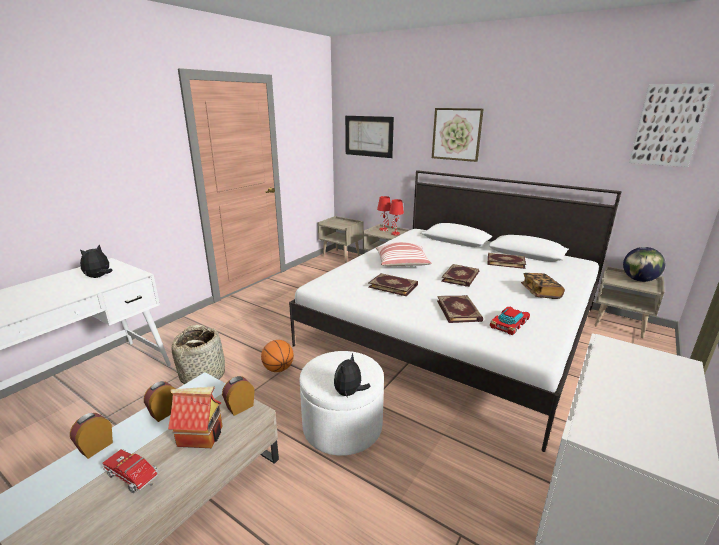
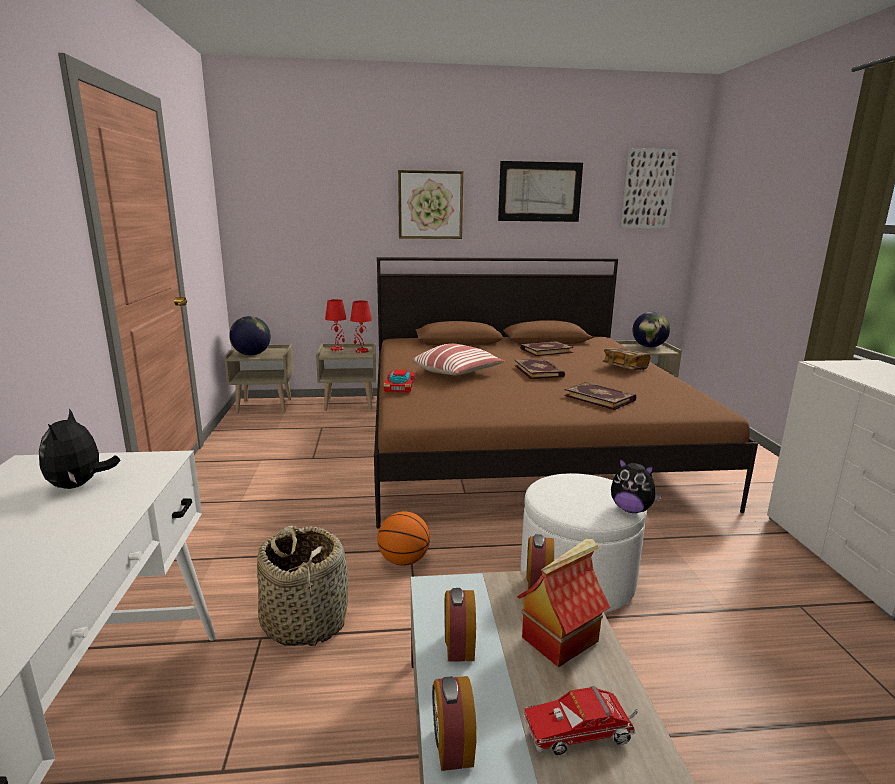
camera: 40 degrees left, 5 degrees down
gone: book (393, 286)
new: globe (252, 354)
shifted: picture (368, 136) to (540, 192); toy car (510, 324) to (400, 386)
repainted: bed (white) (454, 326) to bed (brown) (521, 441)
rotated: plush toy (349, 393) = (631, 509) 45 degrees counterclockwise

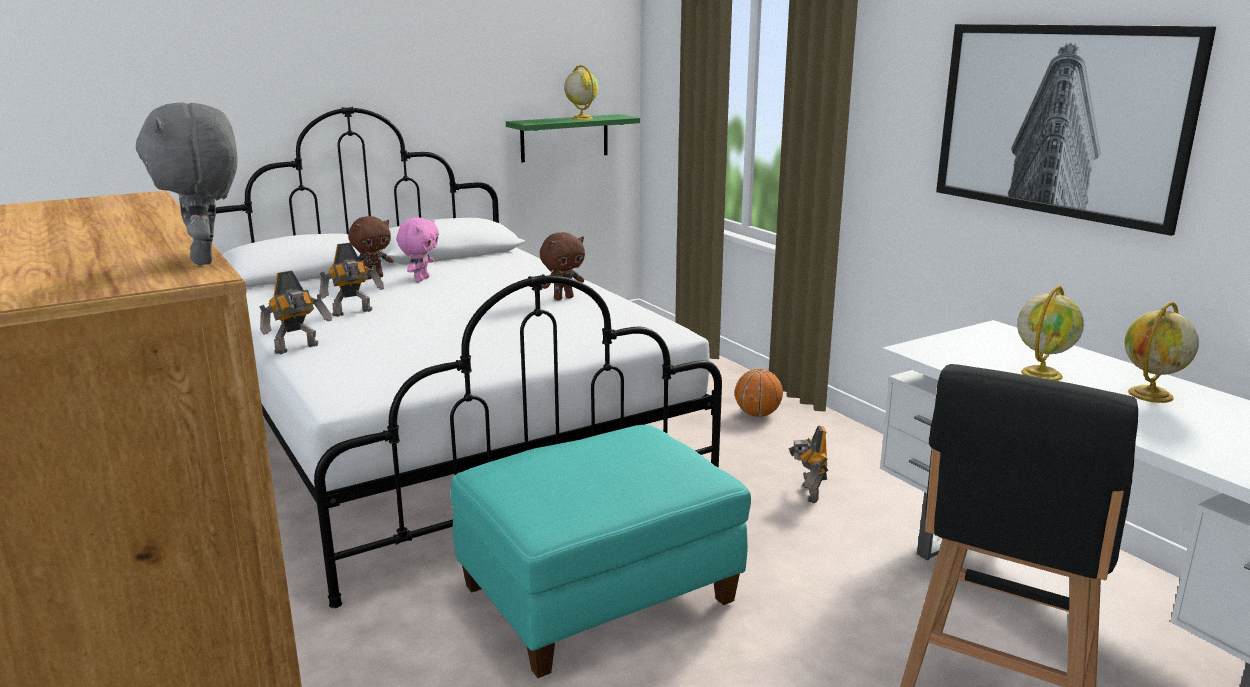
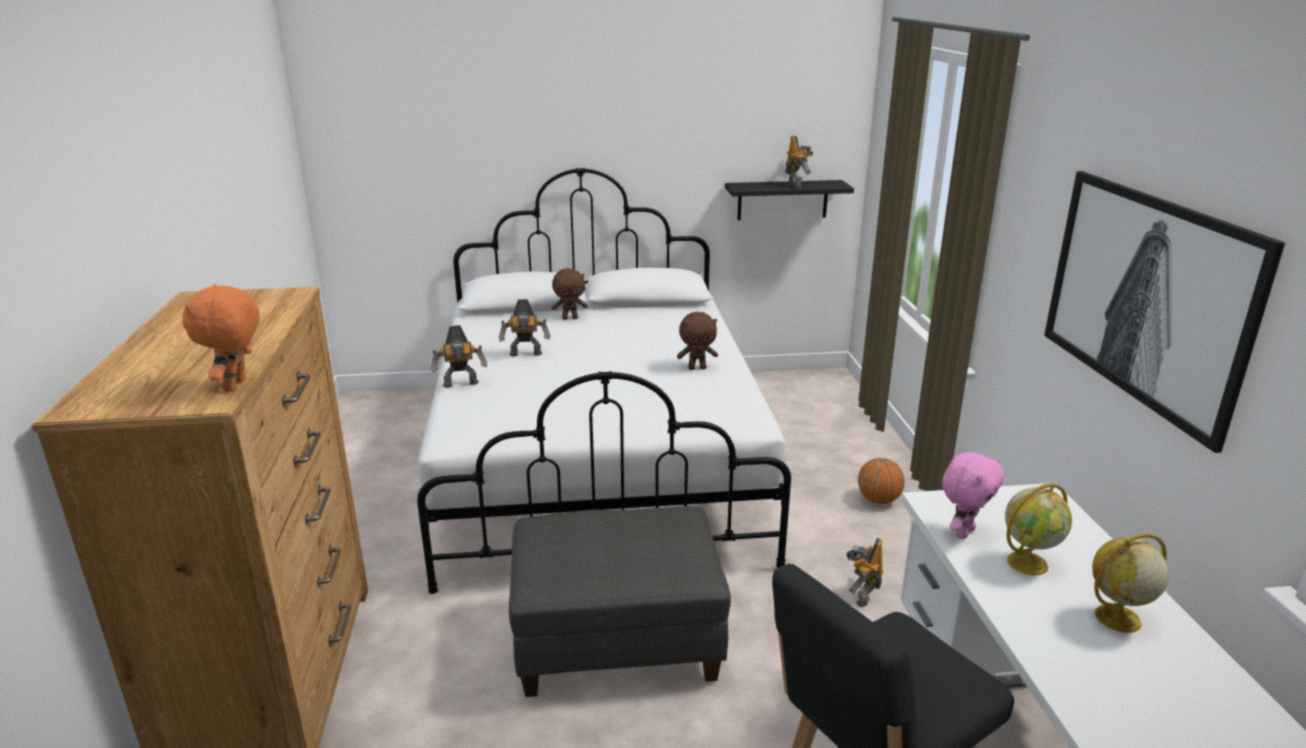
camera: 25 degrees right, 5 degrees up
shifted: plush toy (pink) (421, 279) to (963, 532)
swapped: globe (581, 118) to toy robot (796, 185)
repainted: plush toy (grey) (207, 260) to plush toy (orange) (236, 386); ottoman (turquoise) (600, 595) to ottoman (grey) (619, 641); shelf (green) (564, 138) to shelf (black) (782, 200)

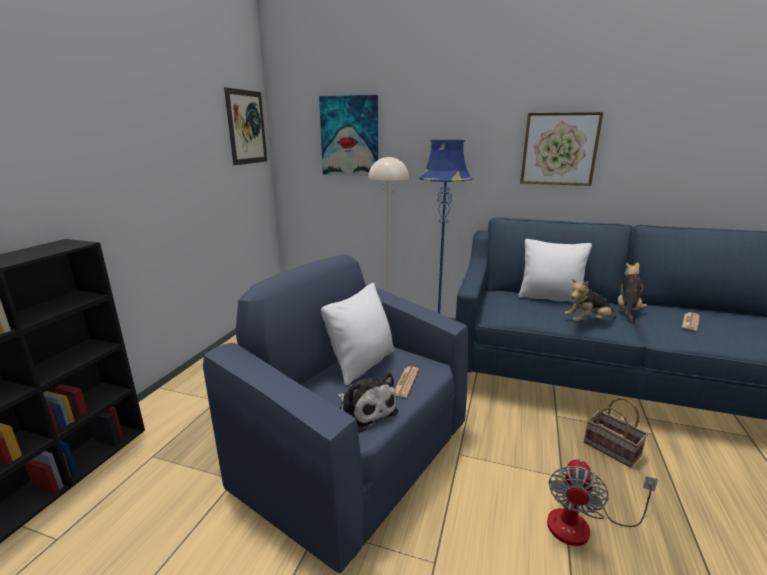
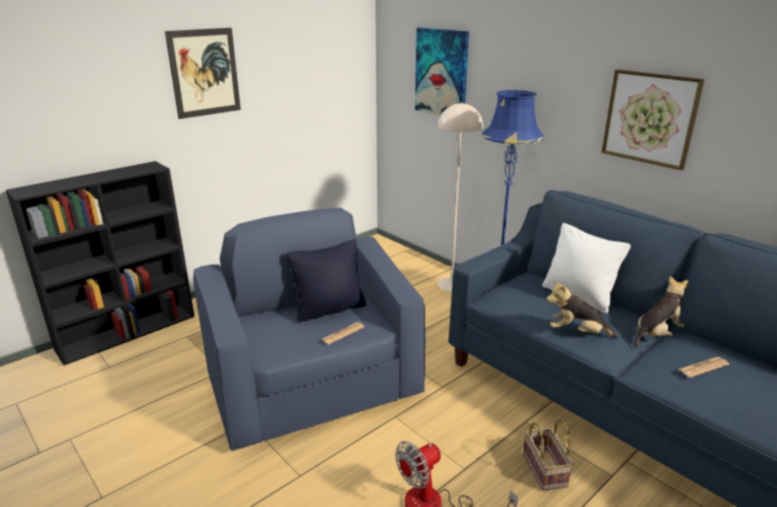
camera: 30 degrees right, 5 degrees up
gone: plush toy (364, 411)
shifted: picture (246, 127) to (204, 73)
repainted: pillow (white) (362, 364) to pillow (black) (329, 309)

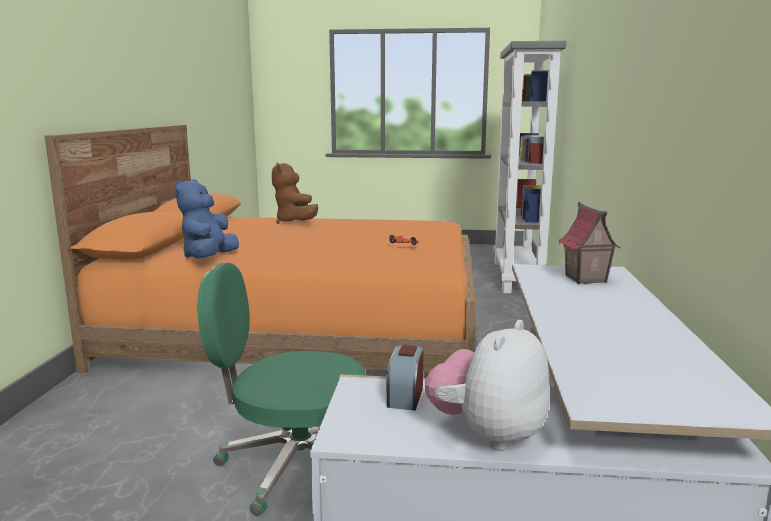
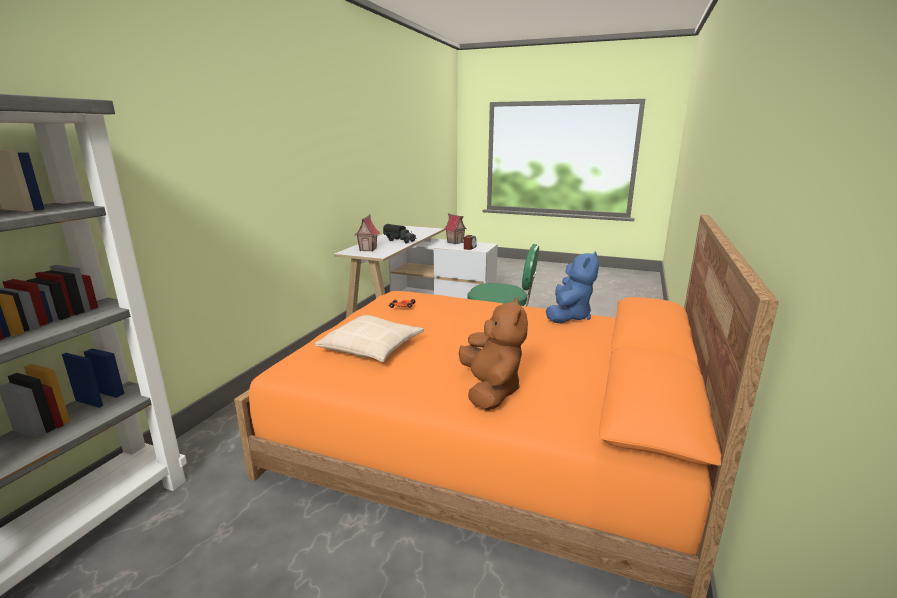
camera: 165 degrees left, 5 degrees up
new: pillow (beige) (372, 348); toy truck (400, 241)
swapped: plush toy (488, 434) to toy house (455, 242)

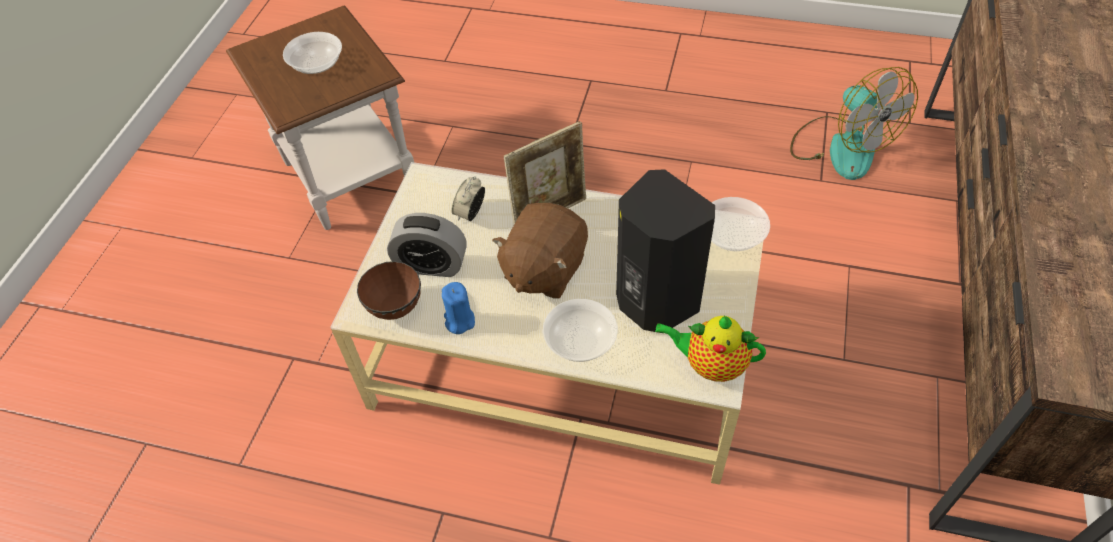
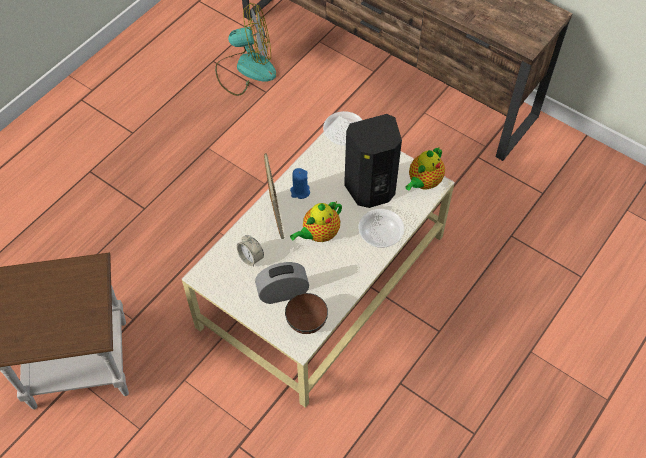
camera: 70 degrees left, 5 degrees up
gone: bowl (317, 64)
shifted: candle (blue) (459, 321) to (300, 191)
swapped: plush toy (brown) (544, 269) to teapot (319, 234)
rotated: alarm clock (431, 265) = (283, 293) 135 degrees counterclockwise

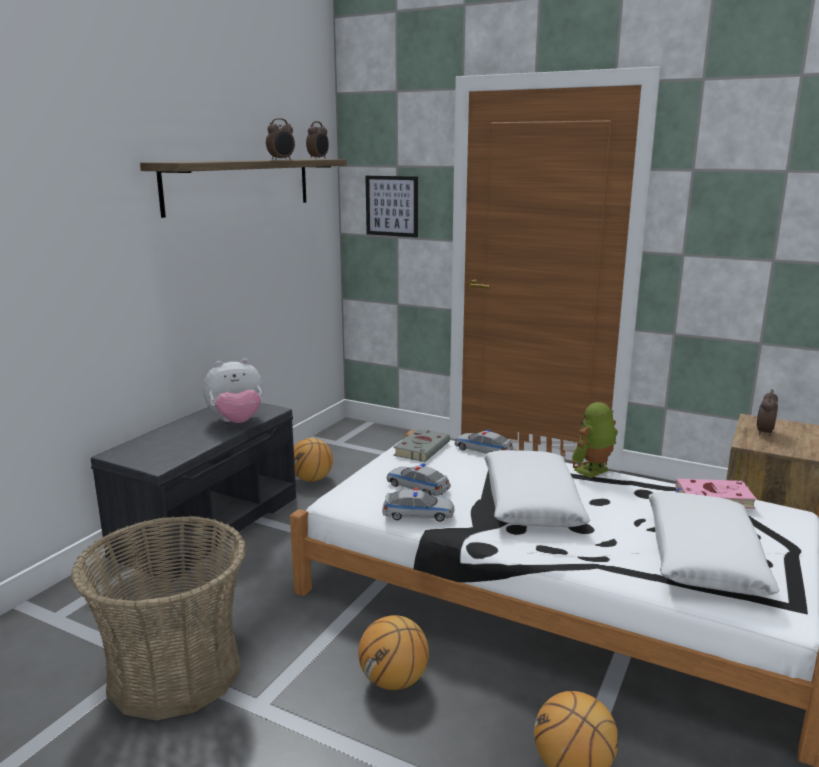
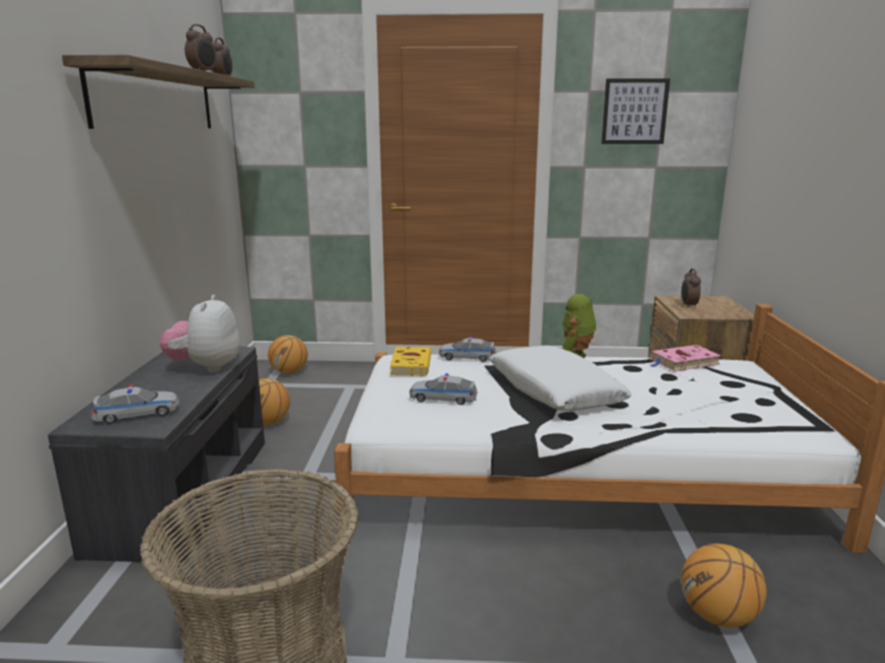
camera: 25 degrees left, 0 degrees up
gone: pillow (white) (703, 556)
shifted: basketball (394, 681) to (289, 372); picture (392, 206) to (634, 111); toy car (418, 514) to (137, 414)
repainted: book (grey) (422, 448) to book (yellow) (411, 364)
rotated: plush toy (237, 422) = (206, 367) 135 degrees clockwise

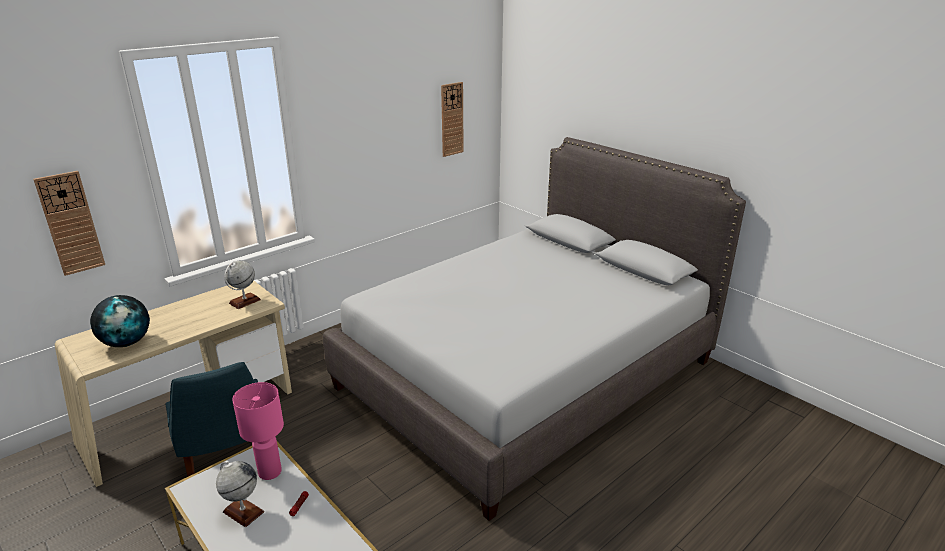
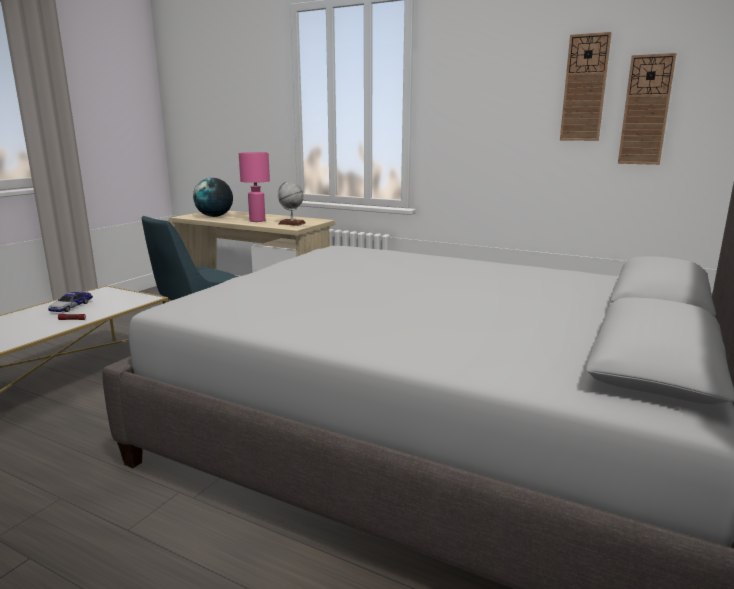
camera: 70 degrees right, 10 degrees down
shifted: wall clock (70, 223) to (584, 88); table lamp (pink) (269, 472) to (257, 221)
swapped: globe (243, 512) to toy car (71, 306)

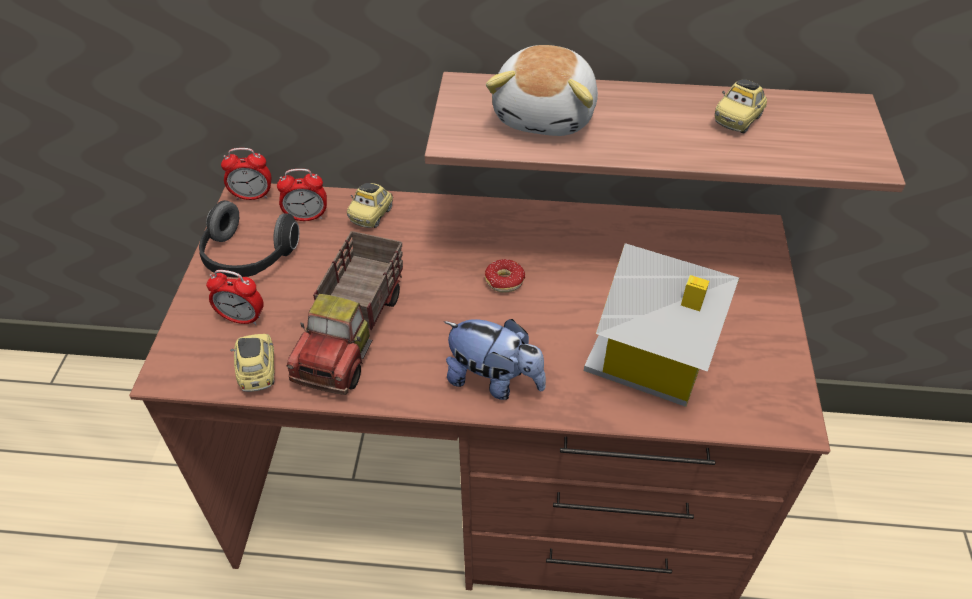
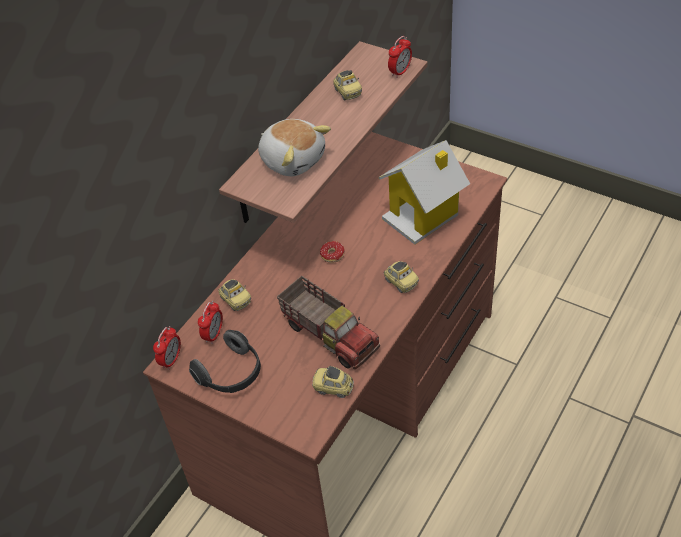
camera: 60 degrees left, 0 degrees up
shifted: alarm clock (242, 318) to (400, 72)
swapped: plush toy (494, 380) to toy car (401, 282)

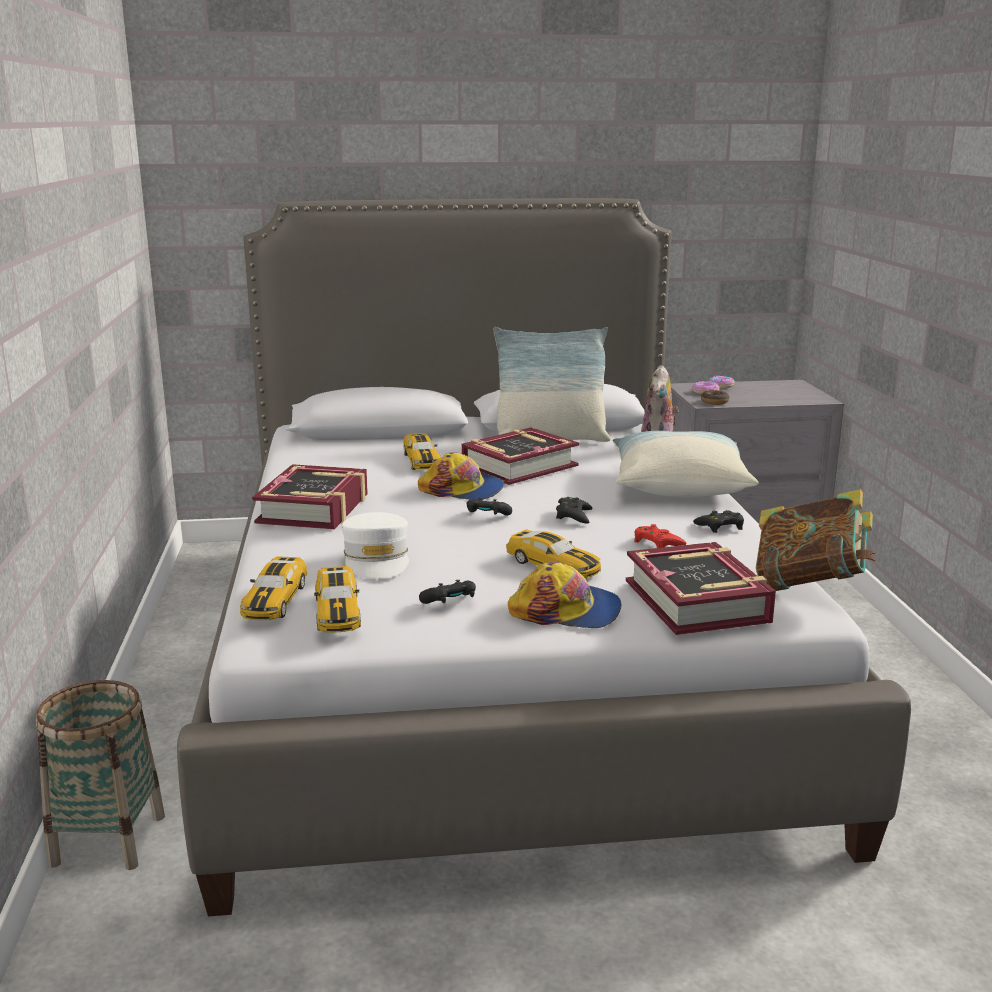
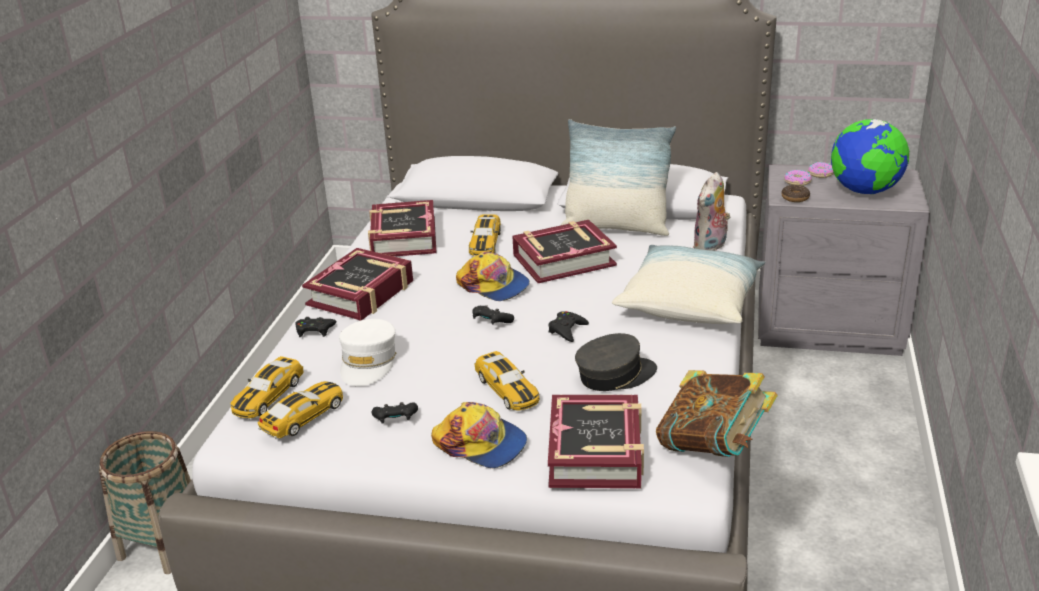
camera: 20 degrees right, 10 degrees up
new: book (403, 238); globe (865, 191)
shifted: game controller (black) (720, 526) to (314, 330)
swapped: game controller (red) (657, 543) to cap (grey) (615, 375)
rotated: toy car (337, 611) = (304, 416) 150 degrees counterclockwise

